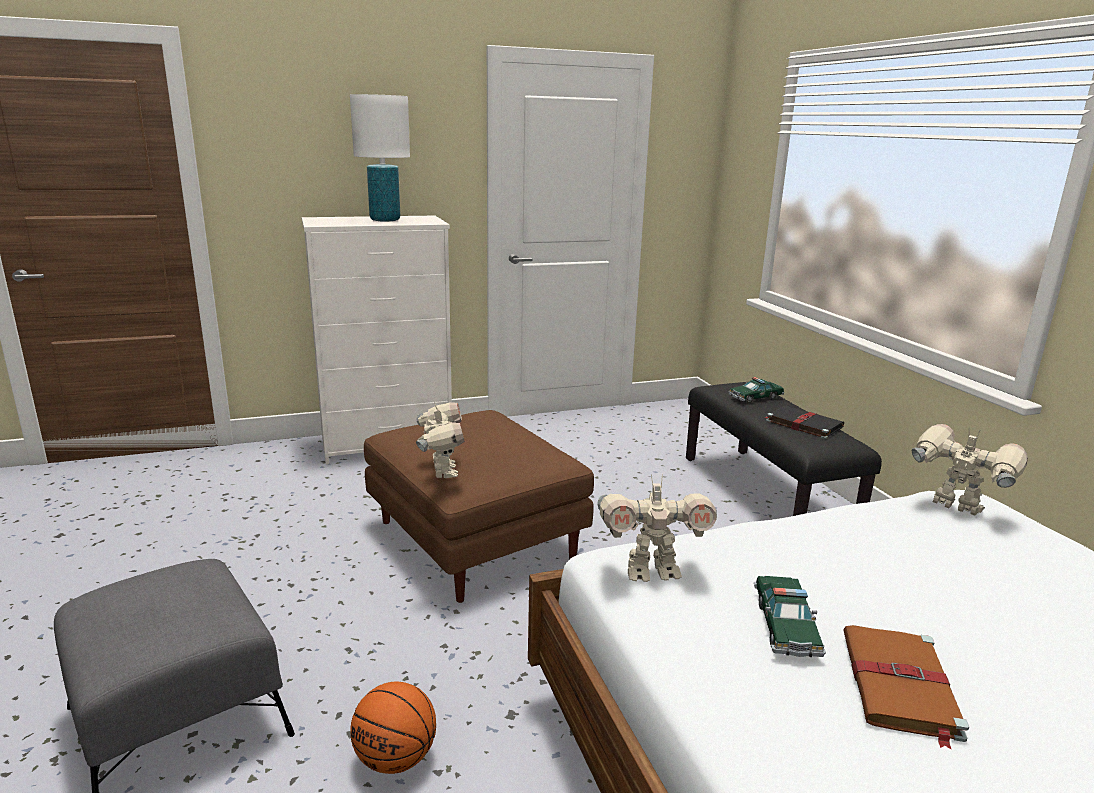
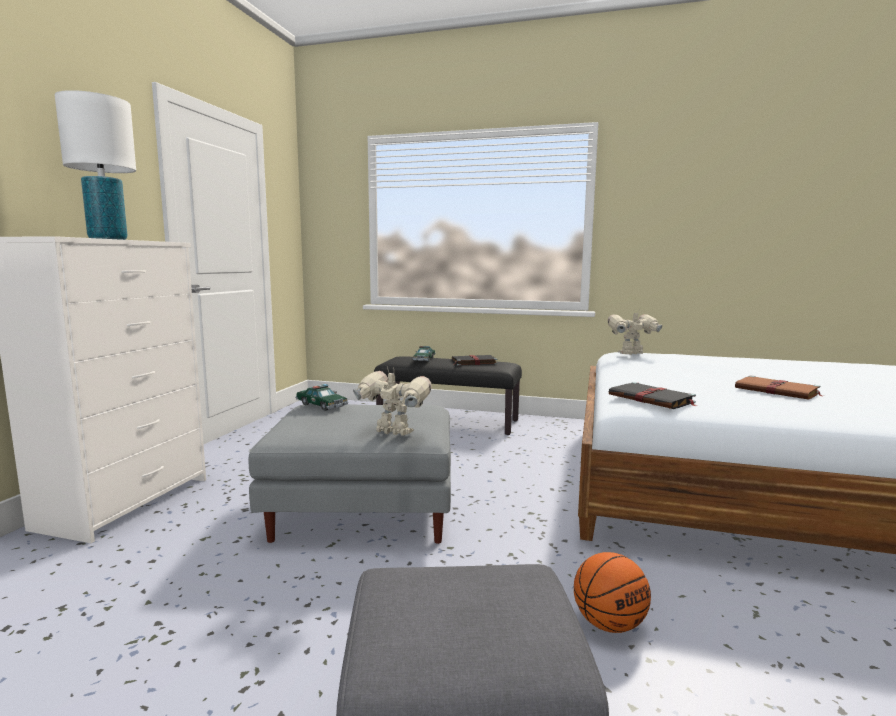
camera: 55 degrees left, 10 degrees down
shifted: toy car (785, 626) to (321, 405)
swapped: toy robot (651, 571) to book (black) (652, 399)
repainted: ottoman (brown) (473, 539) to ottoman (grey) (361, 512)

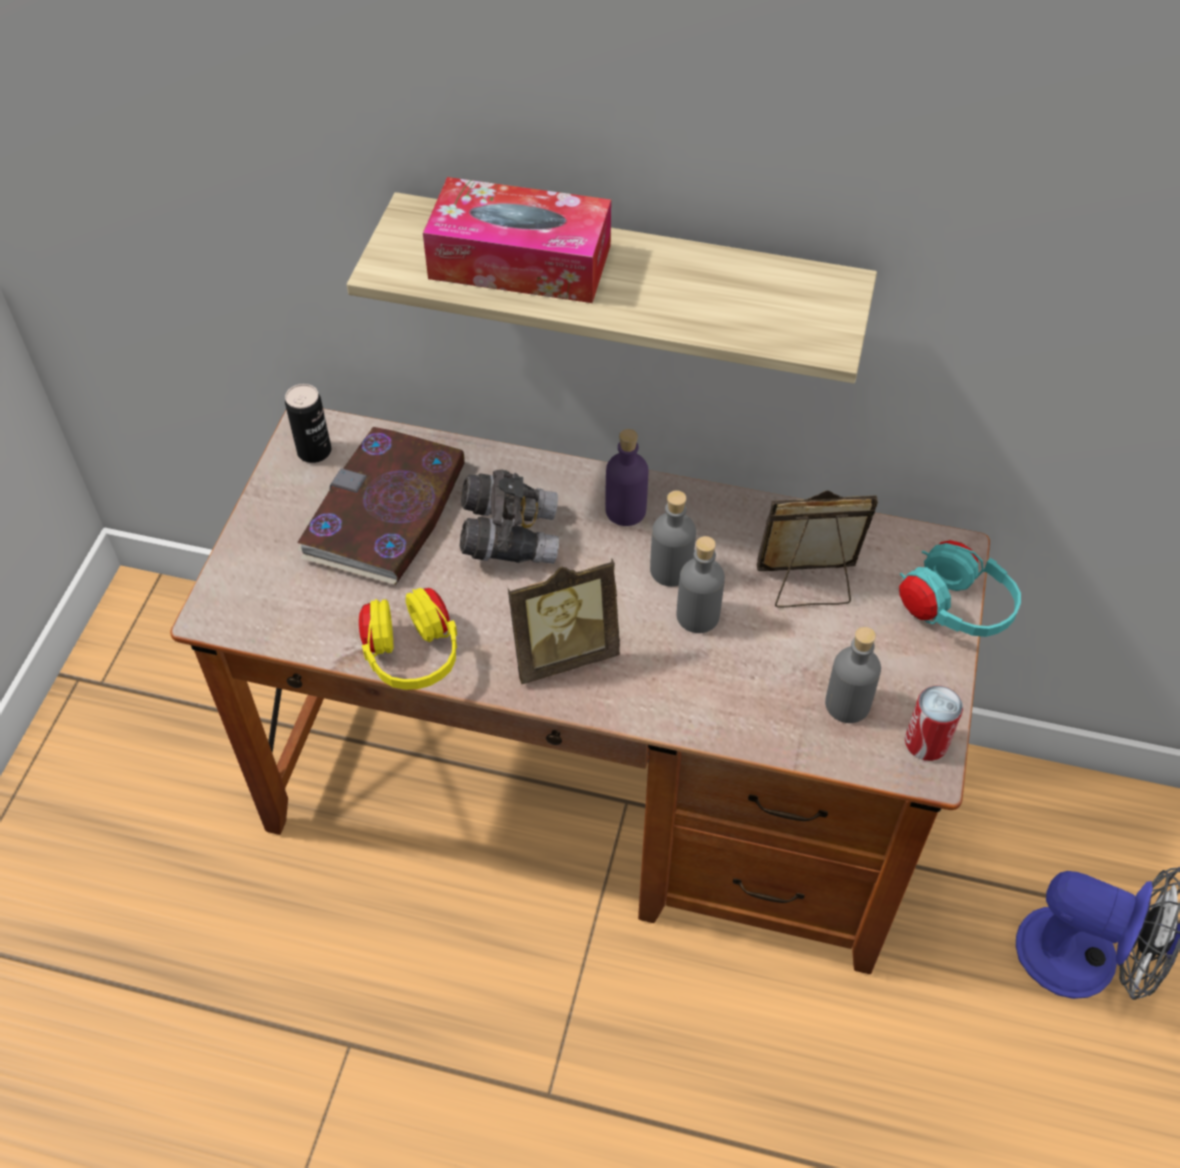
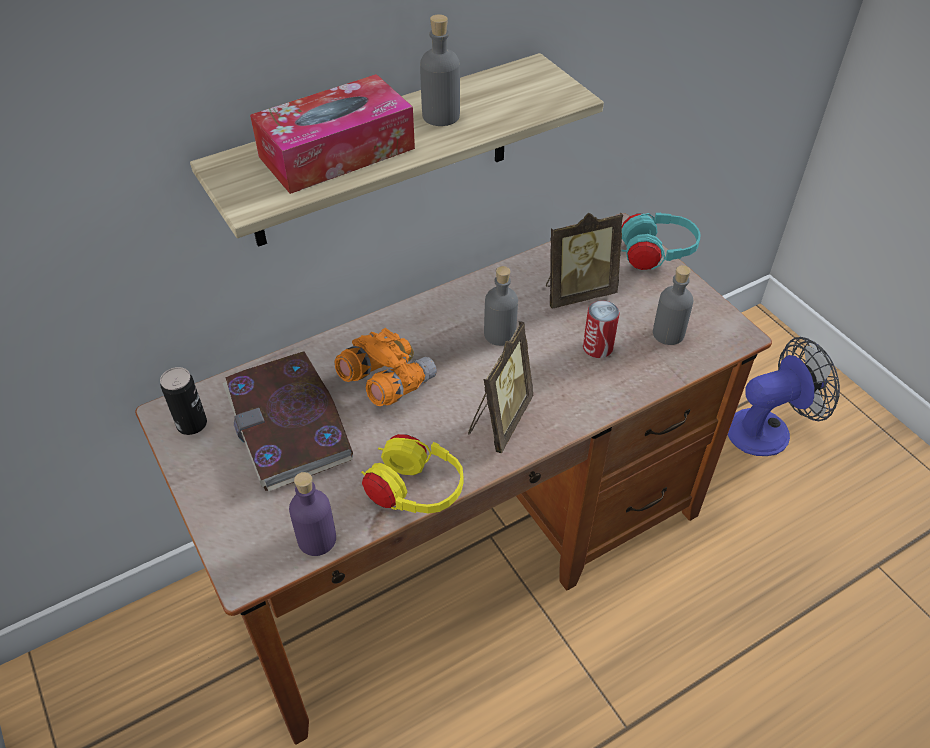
camera: 45 degrees left, 5 degrees down
shifted: bottle (purple) (625, 510) to (317, 539); bottle (grey) (698, 616) to (441, 116); can (926, 742) to (597, 347)
repainted: binoculars (grey) (509, 536) to binoculars (orange) (386, 382)
rotated: picture frame (808, 586) = (577, 292) 150 degrees counterclockwise

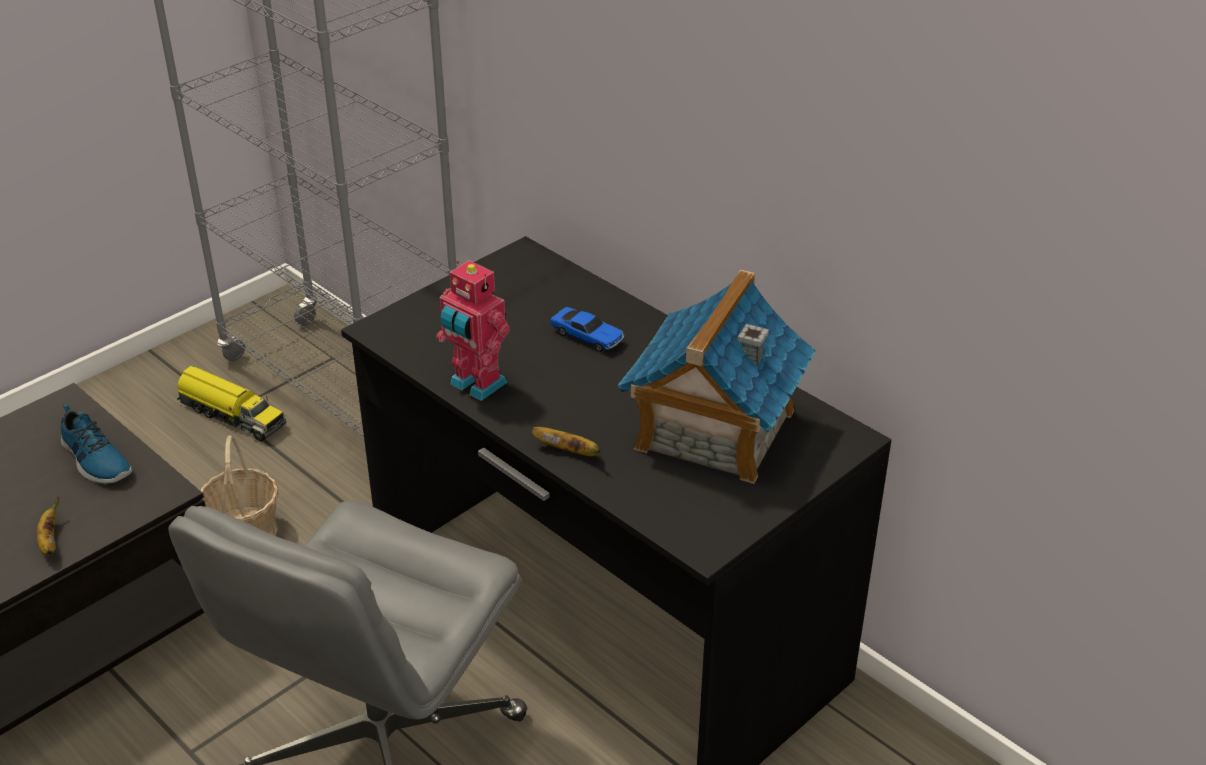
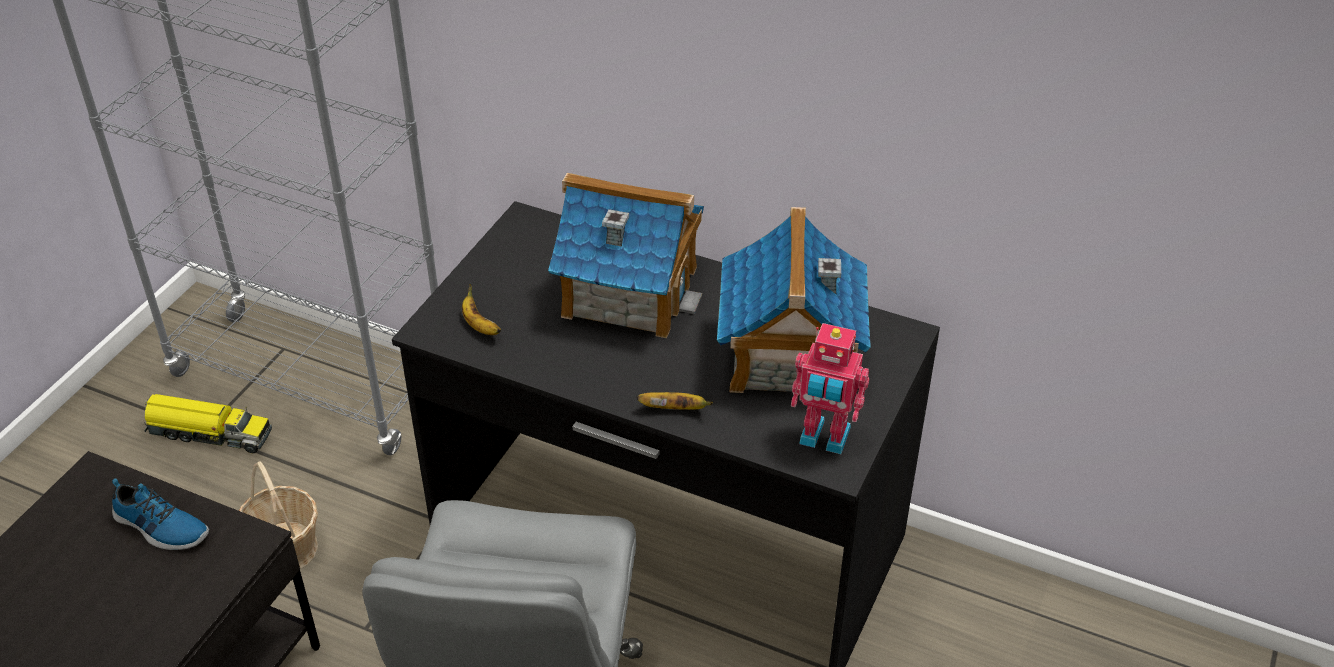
camera: 20 degrees left, 5 degrees up
shifted: banana (50, 541) to (479, 325); toy robot (475, 385) to (824, 438)
swapped: toy car (587, 336) to toy house (629, 291)

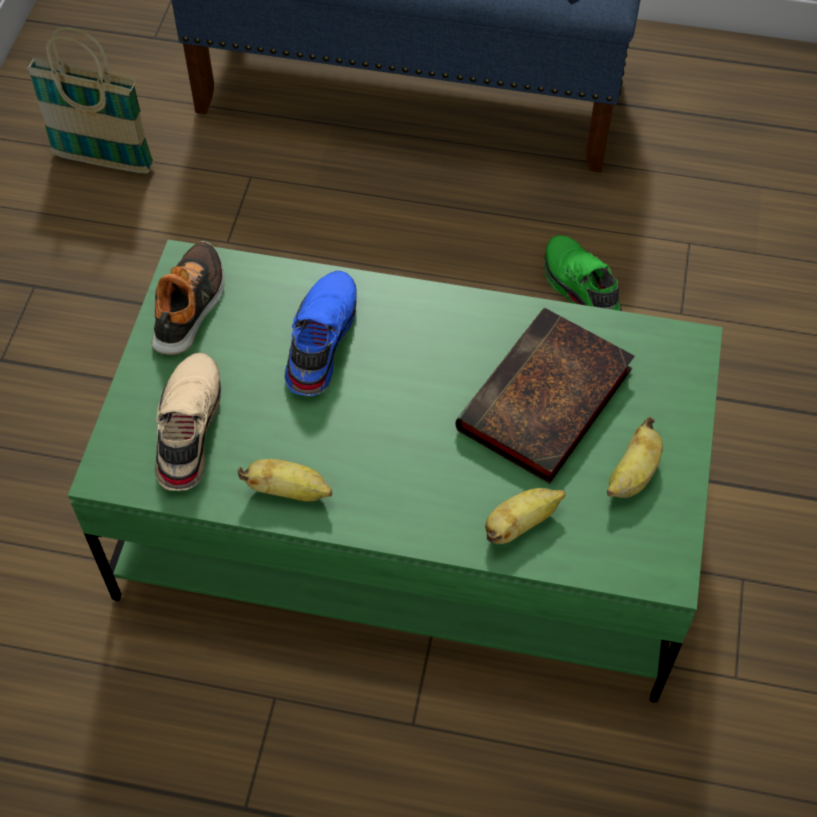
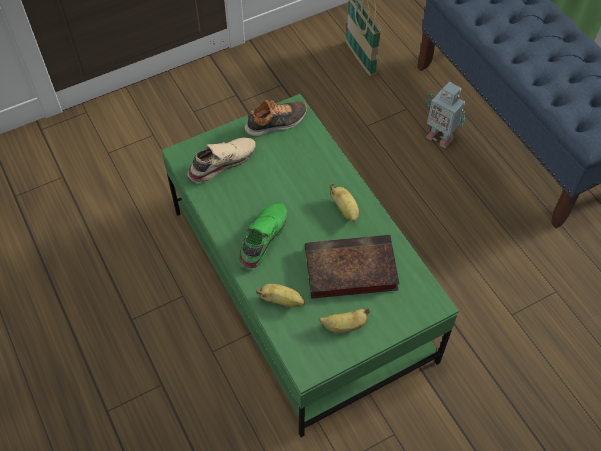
camera: 50 degrees right, 0 degrees up
gone: shoe (blue) (318, 340)
new: toy robot (439, 136)
shifted: banana (289, 491) to (345, 210); shoe (green) (579, 289) to (261, 238)

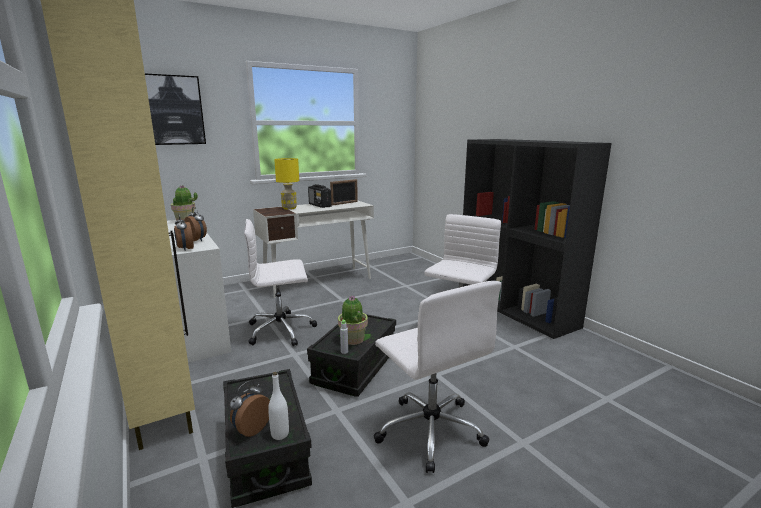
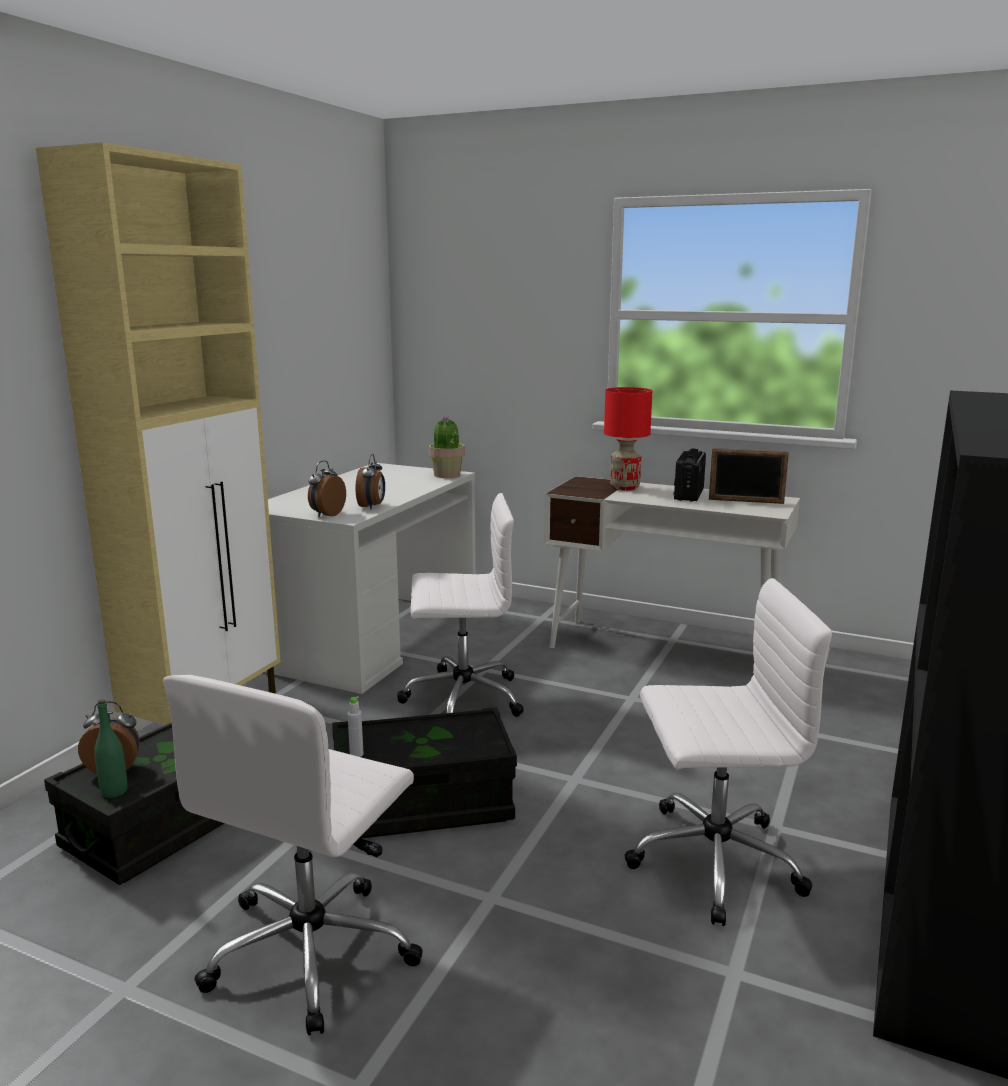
camera: 55 degrees right, 0 degrees up
gone: picture (173, 110); potted plant (353, 340)
repainted: bottle (white) (280, 434) to bottle (green) (114, 791); table lamp (yellow) (289, 208) to table lamp (red) (625, 487)
rotated: office chair (white) (282, 330) = (461, 698) 135 degrees clockwise

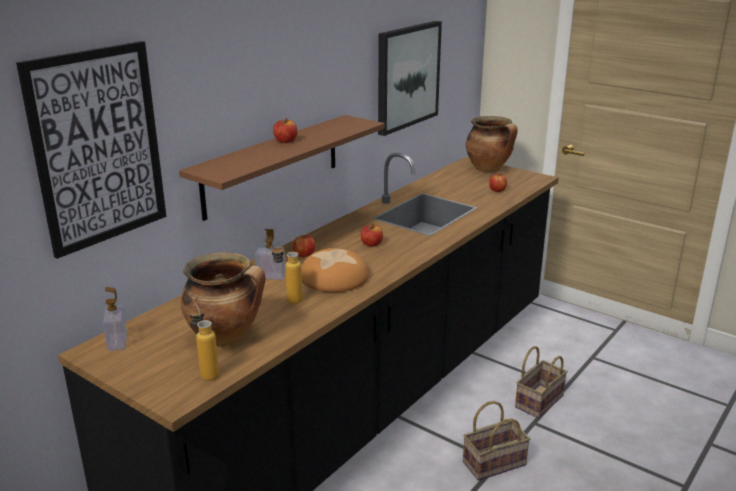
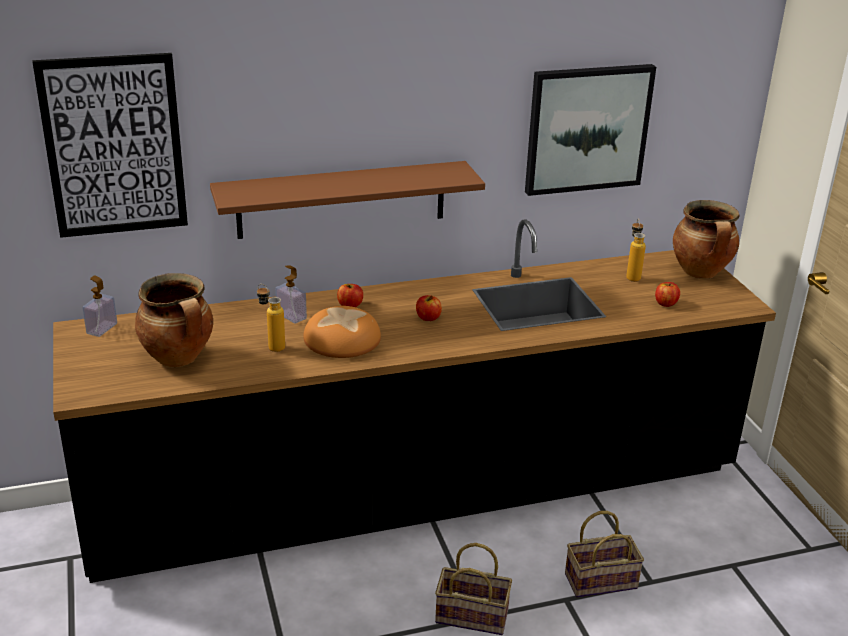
camera: 35 degrees right, 5 degrees up
gone: apple (285, 141)
shifted: bottle (206, 372) to (632, 276)

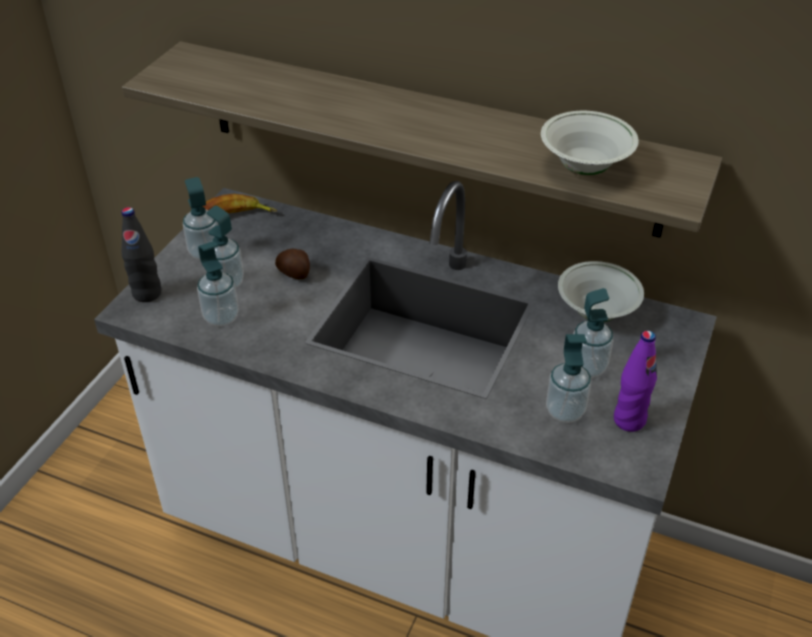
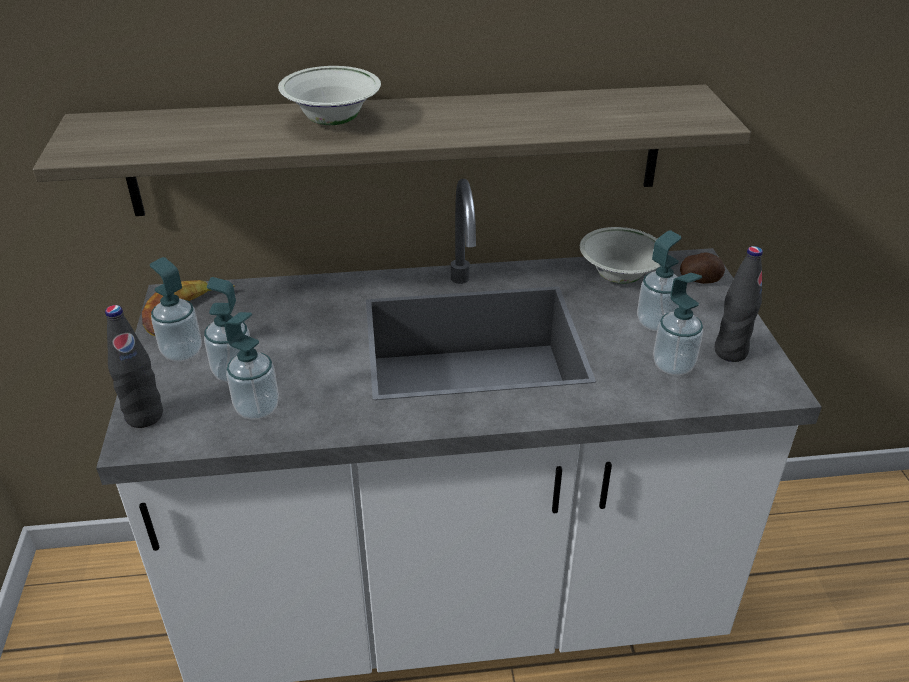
camera: 30 degrees left, 5 degrees down
shifted: potato (295, 274) to (699, 281); bowl (white) (584, 167) to (332, 121)
repainted: bottle (purple) (629, 420) to bottle (black) (730, 352)

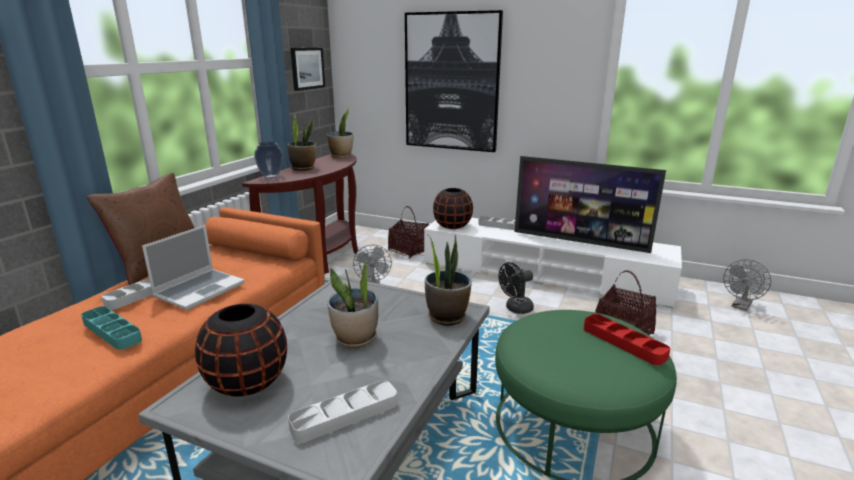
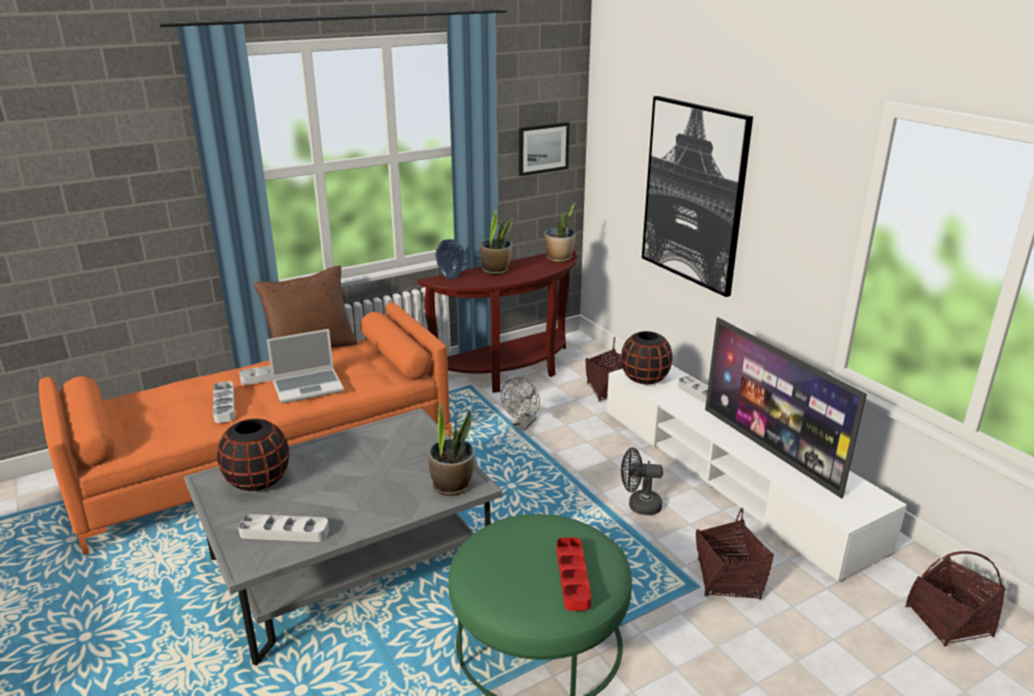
camera: 35 degrees right, 5 degrees up
gone: potted plant (355, 338)
swapped: fan (grey) (741, 306) to basket (949, 622)
repainted: tray (turquoise) (112, 331) to tray (grey) (224, 405)

